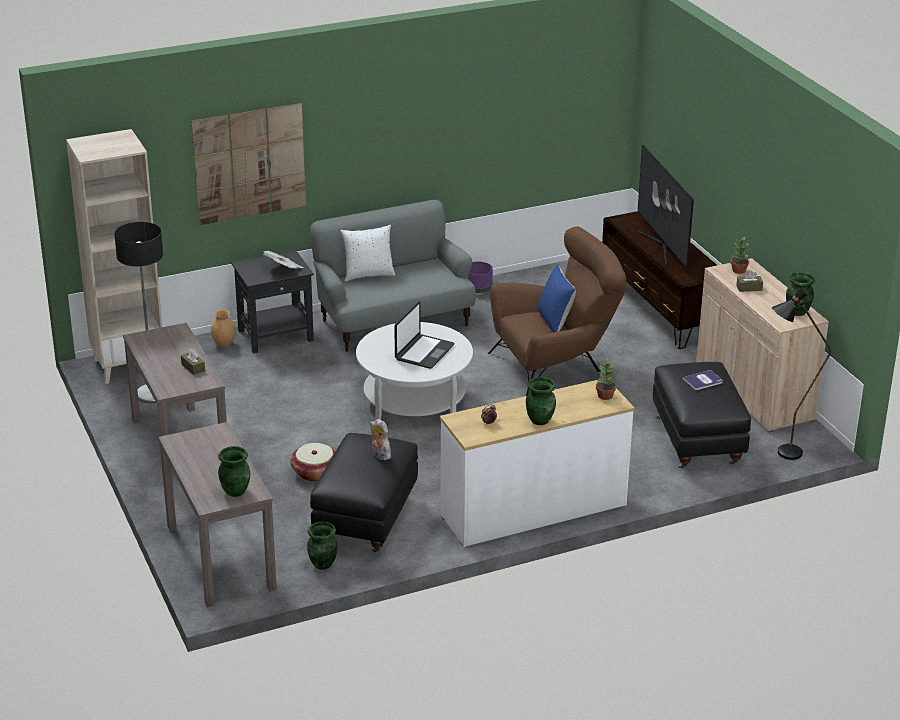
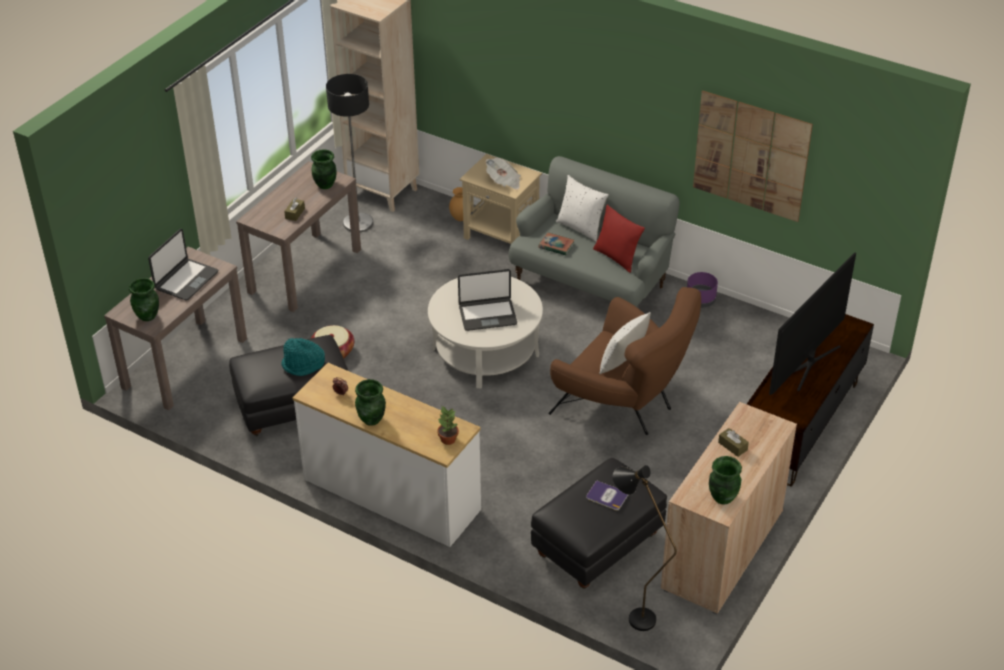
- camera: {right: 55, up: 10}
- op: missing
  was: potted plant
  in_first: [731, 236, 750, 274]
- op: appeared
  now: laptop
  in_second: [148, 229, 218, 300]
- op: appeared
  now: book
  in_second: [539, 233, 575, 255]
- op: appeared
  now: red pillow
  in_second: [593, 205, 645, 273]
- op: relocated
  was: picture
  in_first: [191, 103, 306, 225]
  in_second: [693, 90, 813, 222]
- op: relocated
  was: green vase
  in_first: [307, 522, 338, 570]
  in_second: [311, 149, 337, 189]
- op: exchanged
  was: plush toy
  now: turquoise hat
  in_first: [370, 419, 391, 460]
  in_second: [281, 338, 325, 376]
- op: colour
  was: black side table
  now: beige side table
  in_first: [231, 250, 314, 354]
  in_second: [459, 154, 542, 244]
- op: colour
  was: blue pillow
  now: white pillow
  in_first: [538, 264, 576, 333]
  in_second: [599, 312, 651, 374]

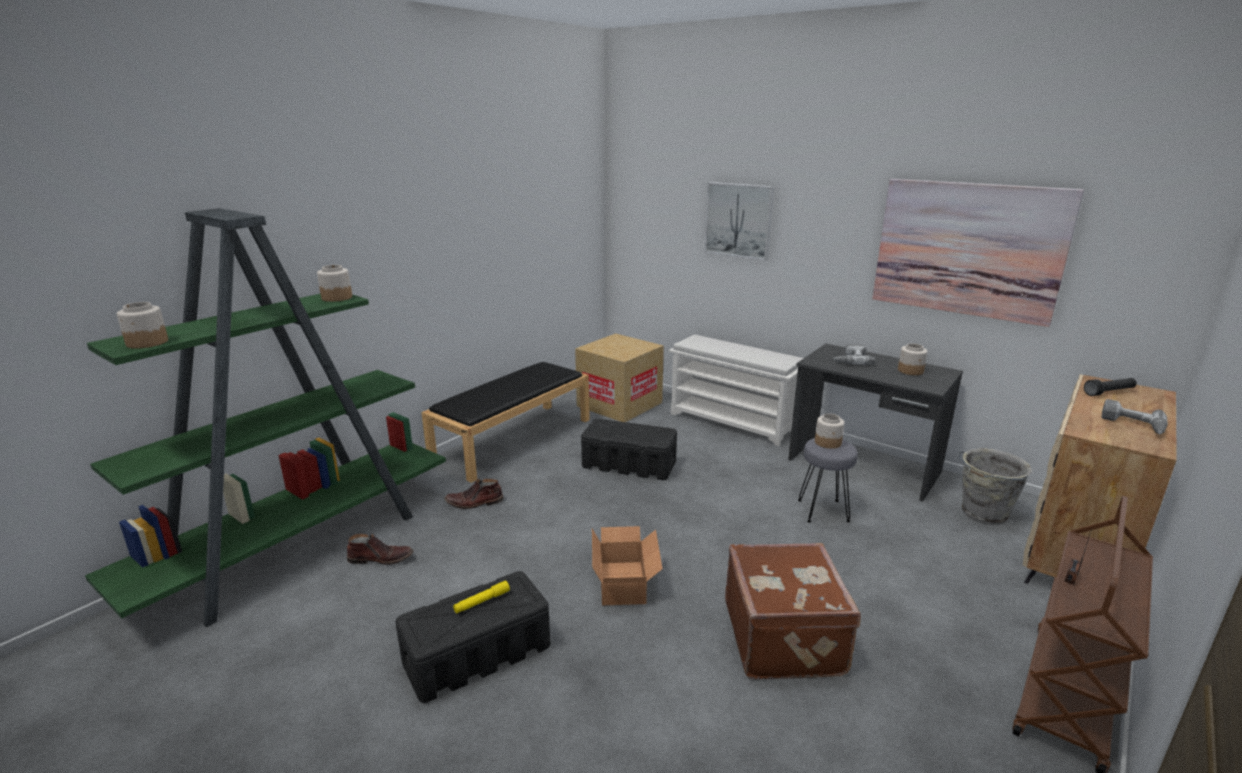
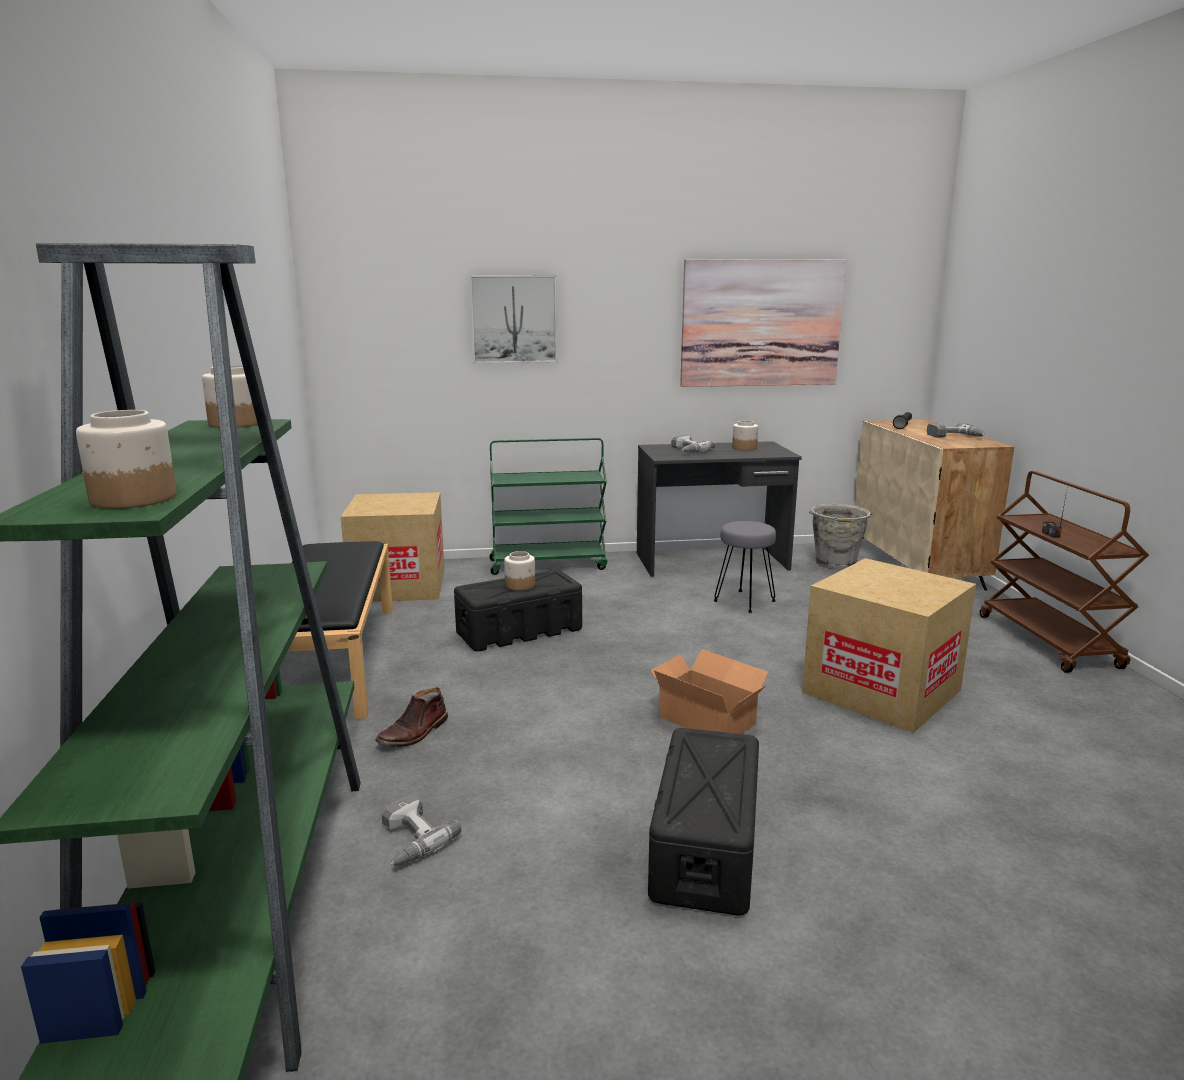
- camera: {right: -45, up: -5}
- op: missing
  was: yellow flashlight
  in_first: [453, 580, 510, 613]
- op: relocated
  was: jar
  in_first: [815, 413, 845, 449]
  in_second: [504, 551, 535, 591]
- op: exchanged
  was: brown boot
  now: power drill
  in_first: [347, 534, 414, 565]
  in_second: [382, 795, 461, 866]
- op: exchanged
  was: white shoe rack
  now: green cart
  in_first: [669, 335, 803, 446]
  in_second: [490, 438, 607, 575]
- op: exchanged
  was: brown suitcase
  now: cardboard box
  in_first: [725, 543, 861, 679]
  in_second: [802, 558, 976, 733]

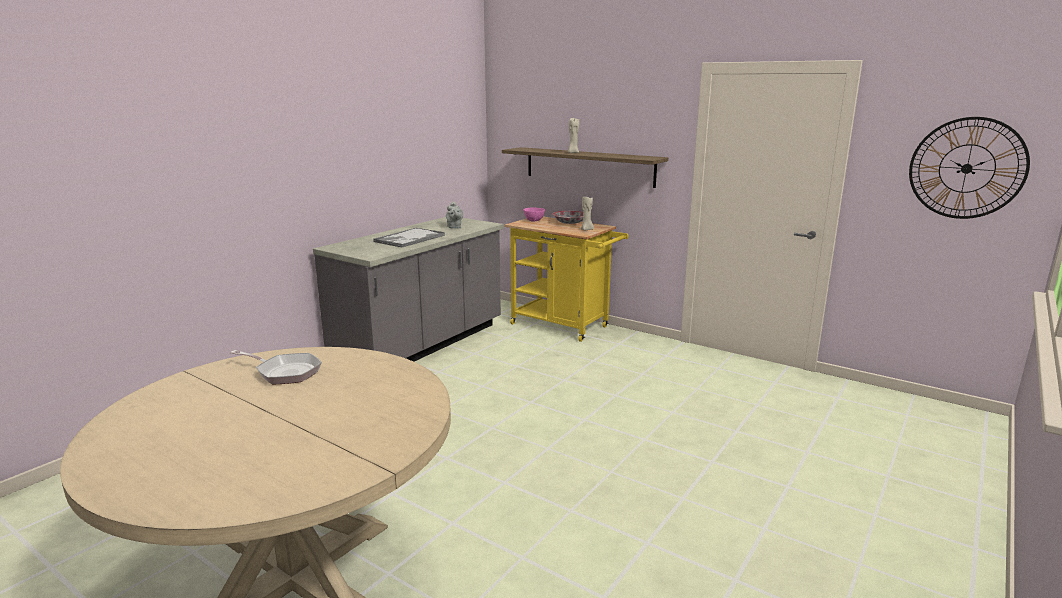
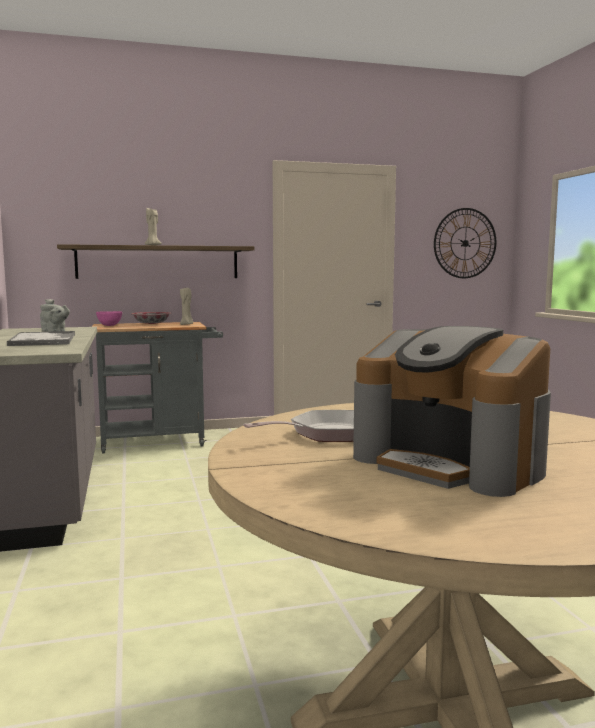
- camera: {right: -50, up: -10}
- op: appeared
  now: coffee machine
  in_second: [353, 326, 551, 497]
- op: colour
  was: yellow cart
  now: grey cart
  in_first: [504, 216, 629, 342]
  in_second: [92, 322, 223, 453]

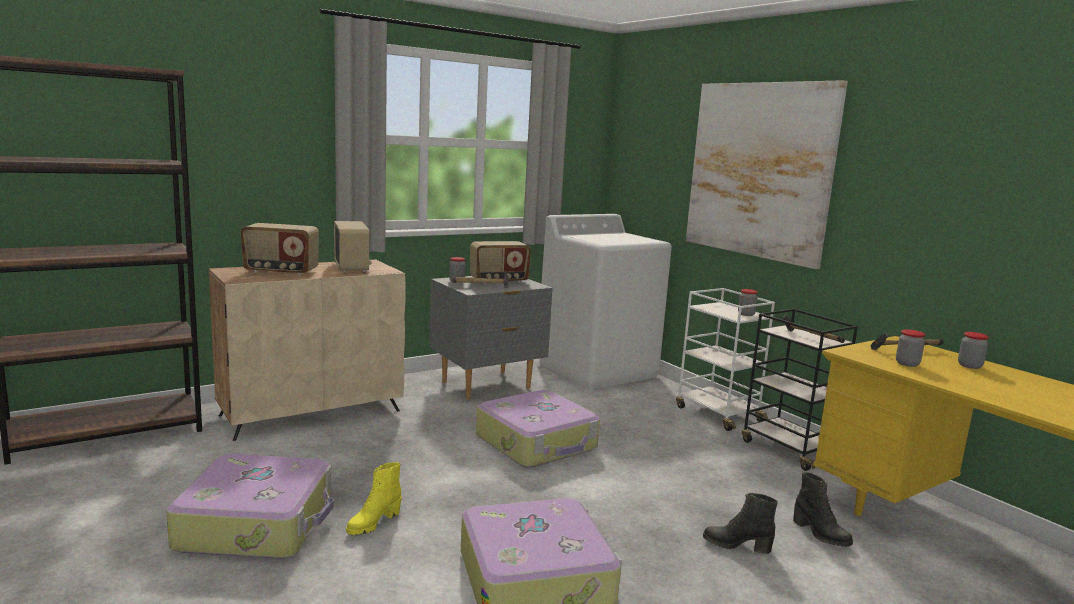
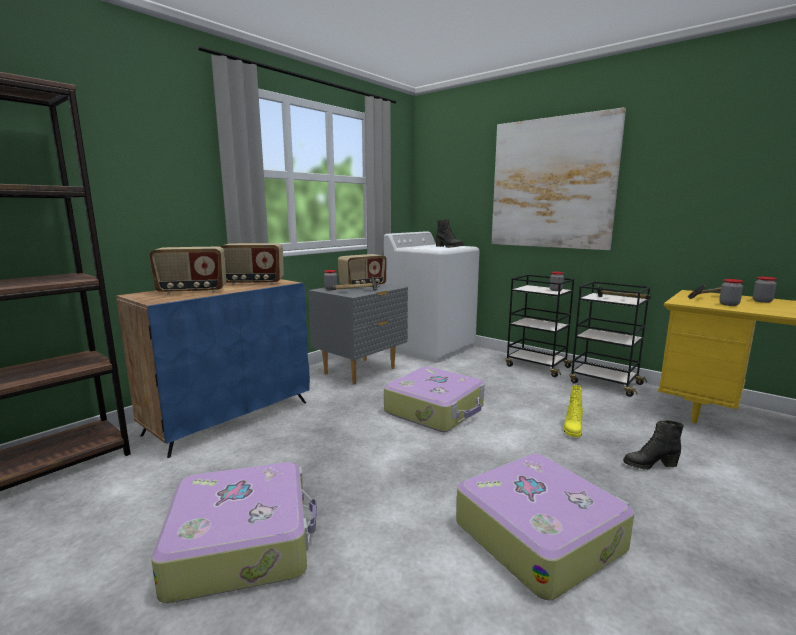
- camera: {right: -15, up: 0}
- op: relocated
  was: yellow boot
  in_first: [346, 462, 402, 535]
  in_second: [563, 385, 583, 437]
- op: relocated
  was: black boot
  in_first: [793, 472, 853, 547]
  in_second: [436, 219, 464, 248]
- op: colour
  was: beige cabinet
  now: blue cabinet
  in_first: [209, 260, 406, 441]
  in_second: [116, 279, 310, 458]
- op: colour
  was: white cart
  now: black cart
  in_first: [676, 288, 775, 431]
  in_second: [505, 275, 574, 377]
- op: spun
  was: radio
  in_first: [334, 221, 371, 272]
  in_second: [220, 243, 284, 285]
  clockwise: 120

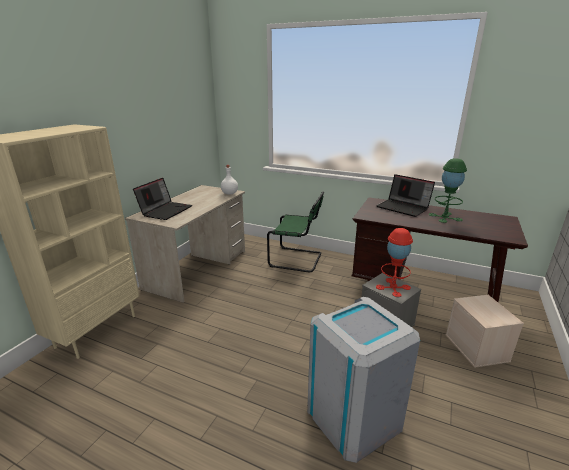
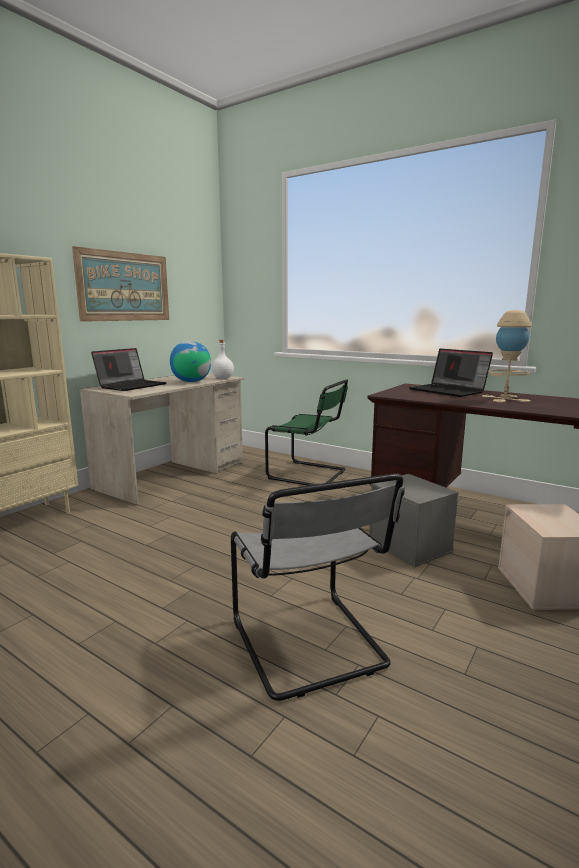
- camera: {right: 10, up: -10}
- op: missing
  was: red table lamp
  in_first: [376, 228, 413, 297]
- op: appeared
  now: picture
  in_second: [72, 246, 169, 322]
- op: appeared
  now: globe
  in_second: [170, 341, 211, 382]
- op: exchanged
  was: grey trash can
  now: grey chair
  in_first: [307, 297, 420, 463]
  in_second: [231, 473, 405, 701]
- op: colour
  was: green table lamp
  now: beige table lamp
  in_first: [429, 158, 467, 223]
  in_second: [482, 310, 532, 402]

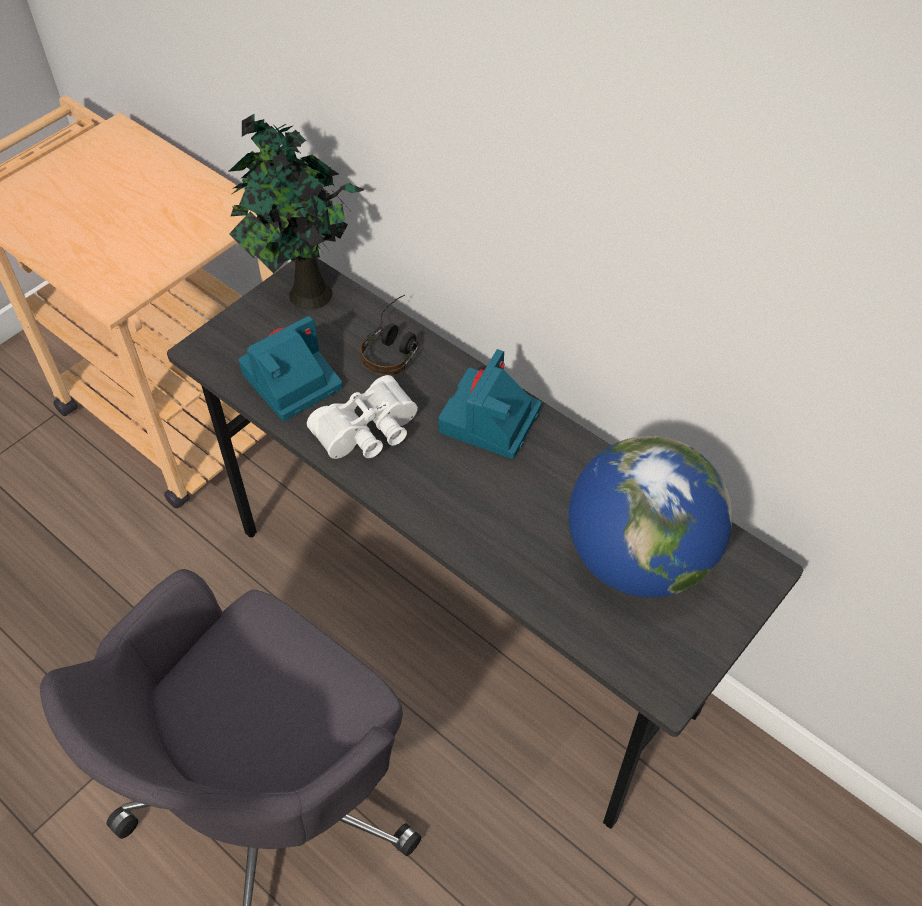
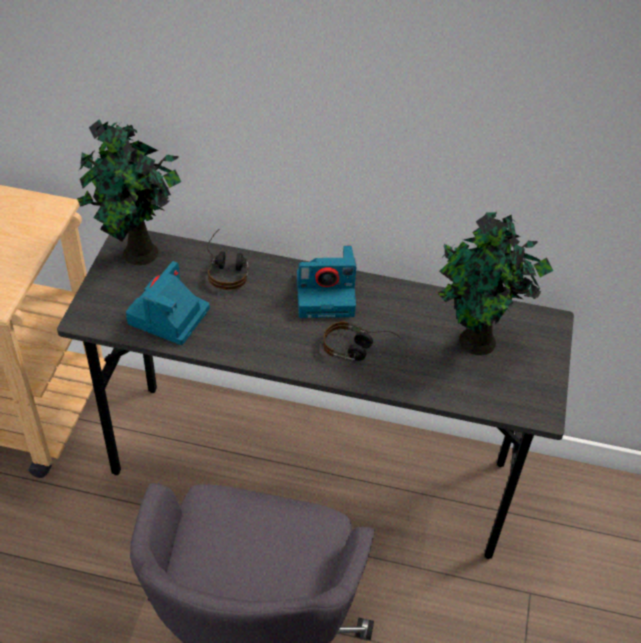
- camera: {right: -30, up: -5}
- op: missing
  was: white binoculars
  in_first: [307, 375, 418, 459]
- op: appeared
  now: headphones
  in_second: [323, 322, 401, 362]
- op: exchanged
  was: globe
  now: potted plant
  in_first: [568, 436, 732, 598]
  in_second: [438, 212, 553, 355]
- op: spun
  was: photo camera
  in_first: [438, 349, 542, 459]
  in_second: [297, 246, 356, 318]
  clockwise: -90

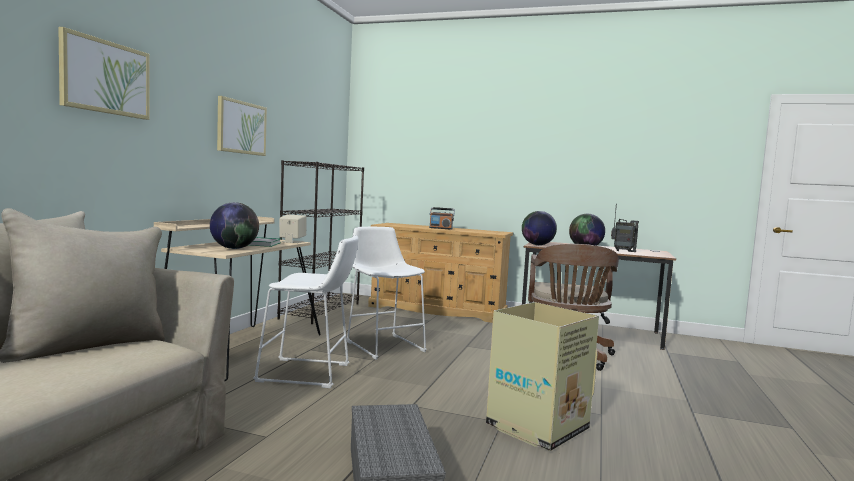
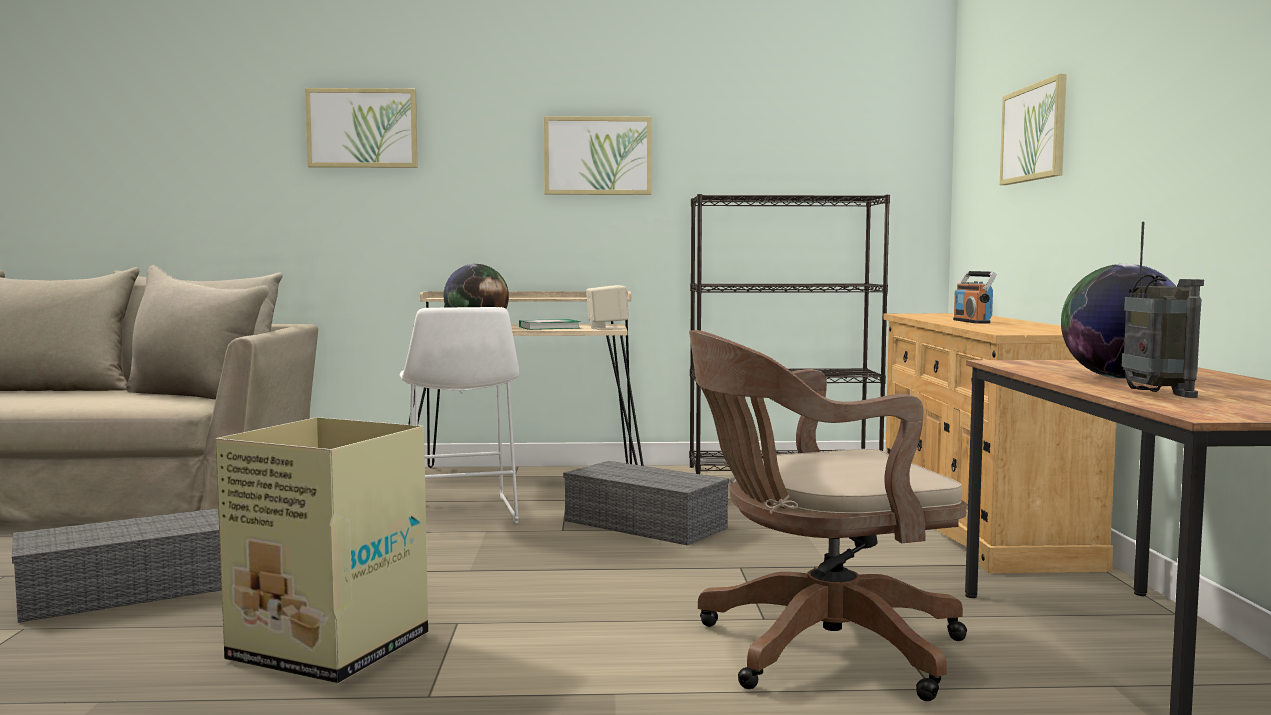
- camera: {right: 70, up: 0}
- op: missing
  was: globe
  in_first: [522, 211, 557, 245]
- op: appeared
  now: picture
  in_second: [1000, 74, 1067, 185]
- op: exchanged
  was: white stool
  now: grey storage box
  in_first: [347, 227, 427, 360]
  in_second: [563, 461, 729, 545]

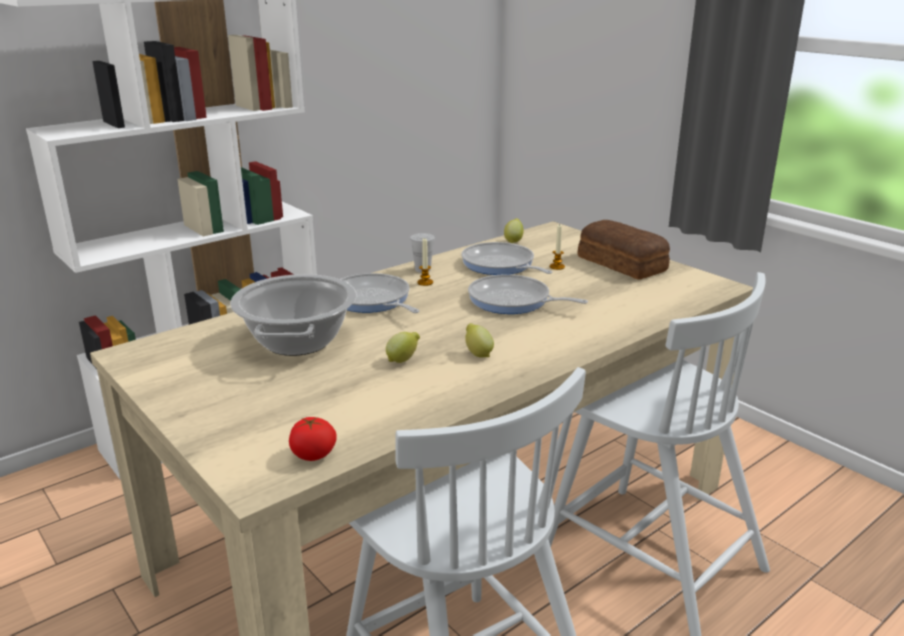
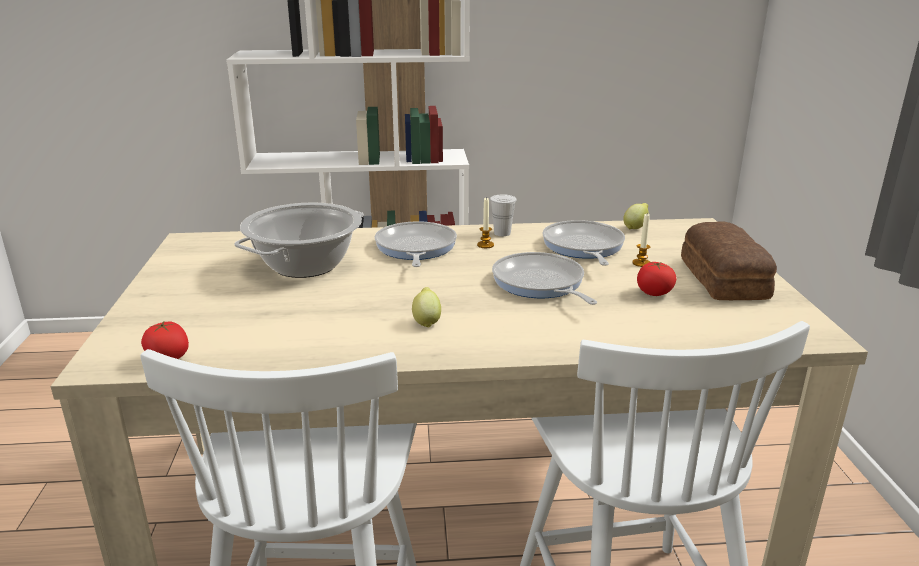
- camera: {right: 35, up: 0}
- op: missing
  was: lemon
  in_first: [386, 332, 420, 363]
- op: appeared
  now: tomato
  in_second: [637, 262, 676, 296]

